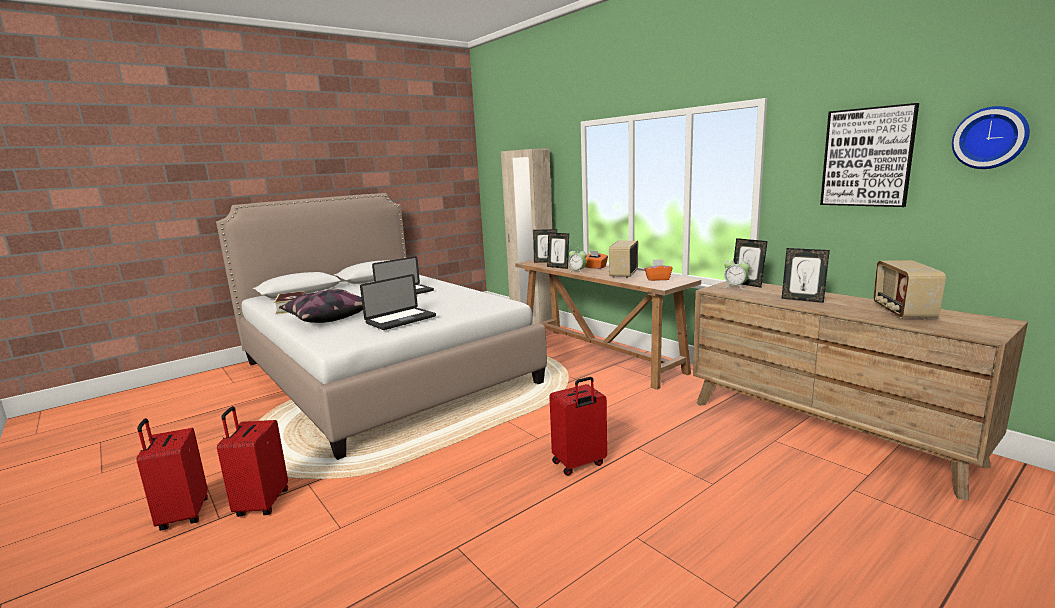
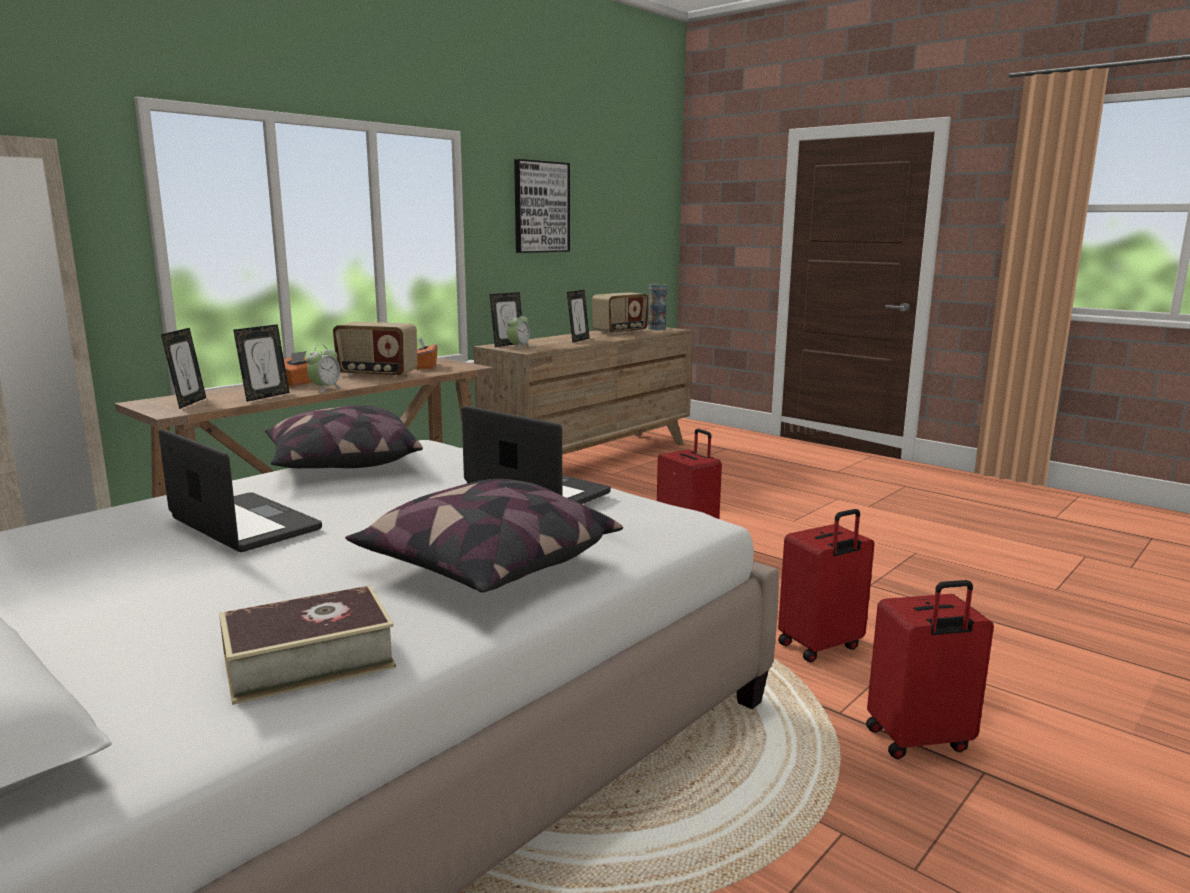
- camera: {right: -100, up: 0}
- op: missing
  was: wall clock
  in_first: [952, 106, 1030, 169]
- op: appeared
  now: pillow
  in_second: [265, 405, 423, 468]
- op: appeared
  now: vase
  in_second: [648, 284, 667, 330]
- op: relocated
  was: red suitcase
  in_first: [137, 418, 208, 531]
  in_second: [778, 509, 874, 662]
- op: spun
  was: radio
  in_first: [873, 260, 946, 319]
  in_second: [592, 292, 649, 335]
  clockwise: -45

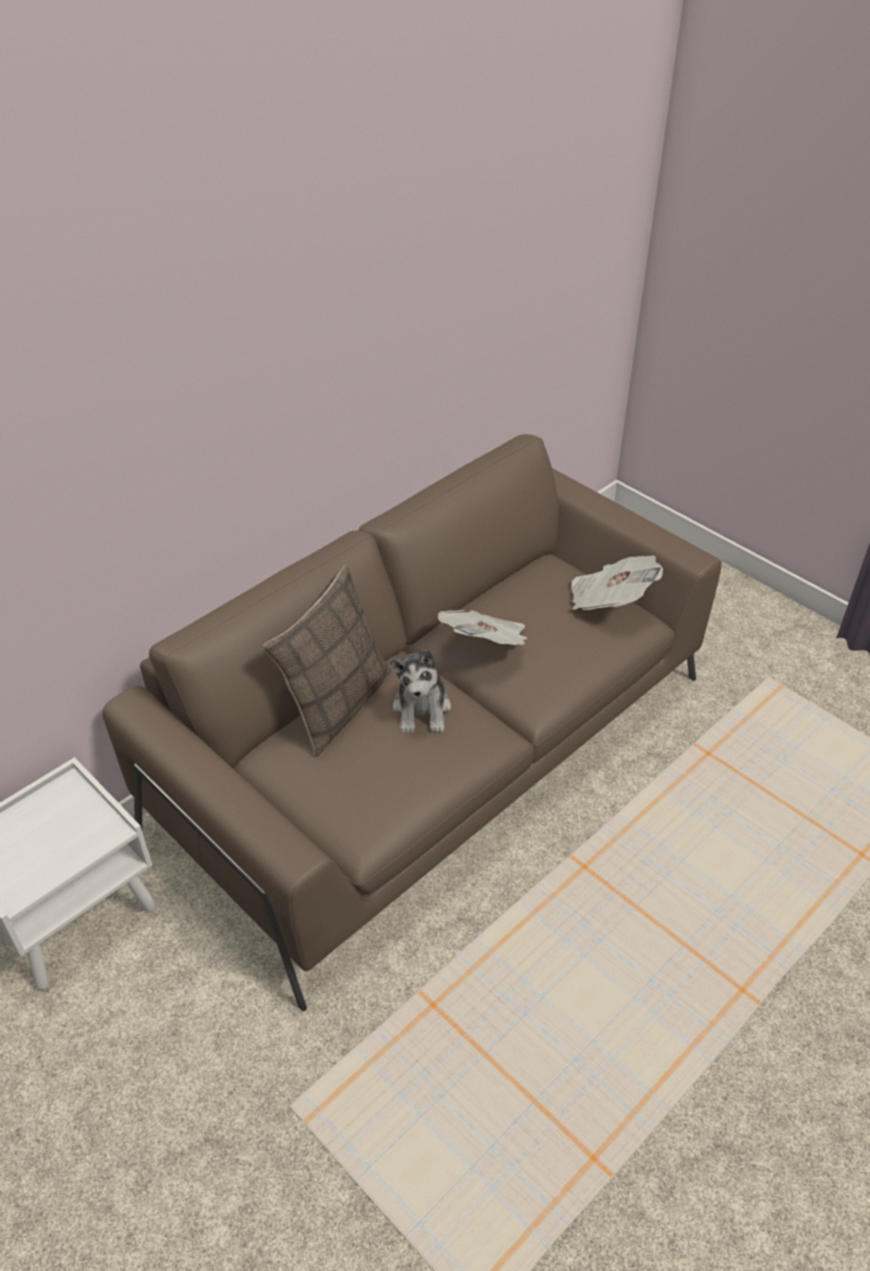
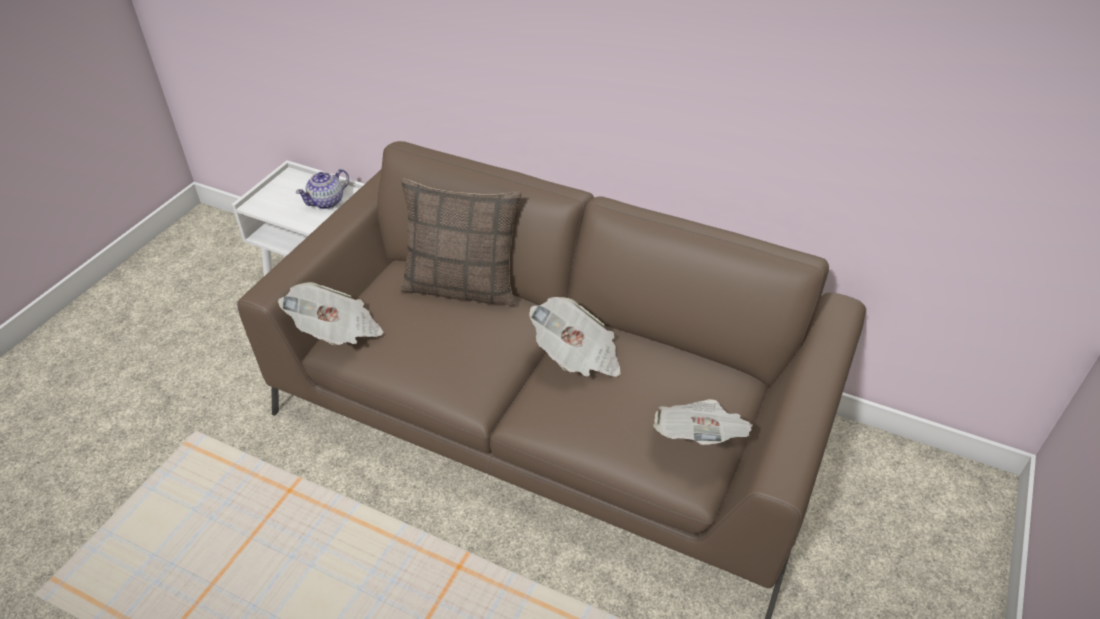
- camera: {right: 70, up: 0}
- op: missing
  was: plush toy
  in_first: [390, 650, 451, 733]
- op: appeared
  now: newspaper
  in_second: [278, 282, 384, 346]
- op: appeared
  now: teapot
  in_second: [296, 169, 349, 209]

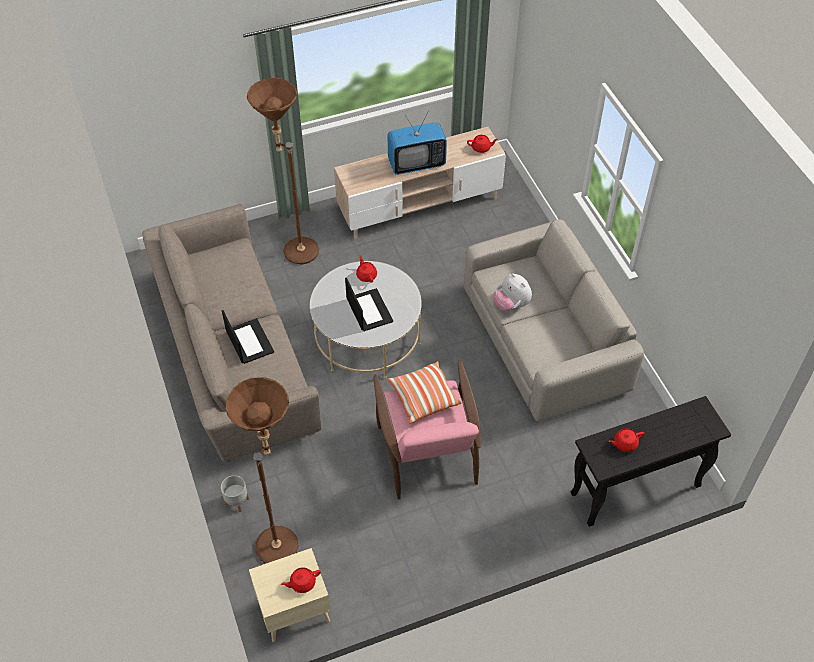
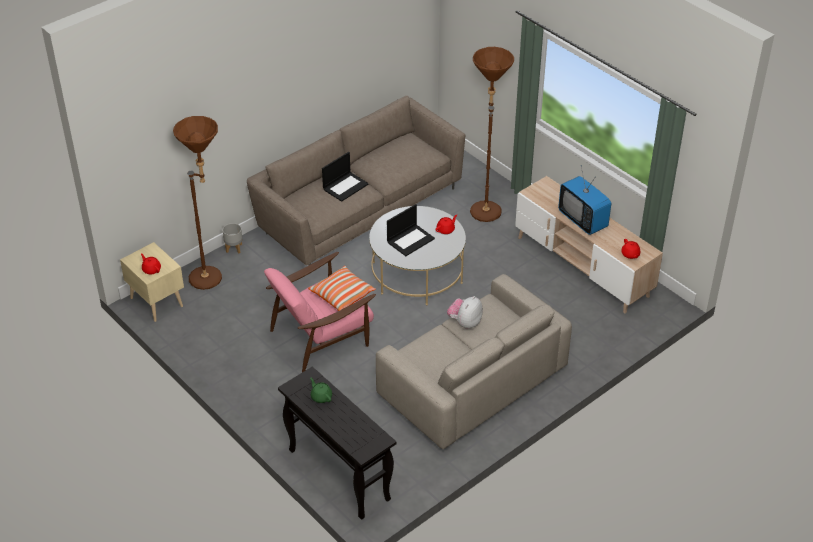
- camera: {right: 70, up: -10}
- op: colour
  was: red teapot
  now: green teapot
  in_first: [609, 428, 644, 452]
  in_second: [310, 377, 332, 403]

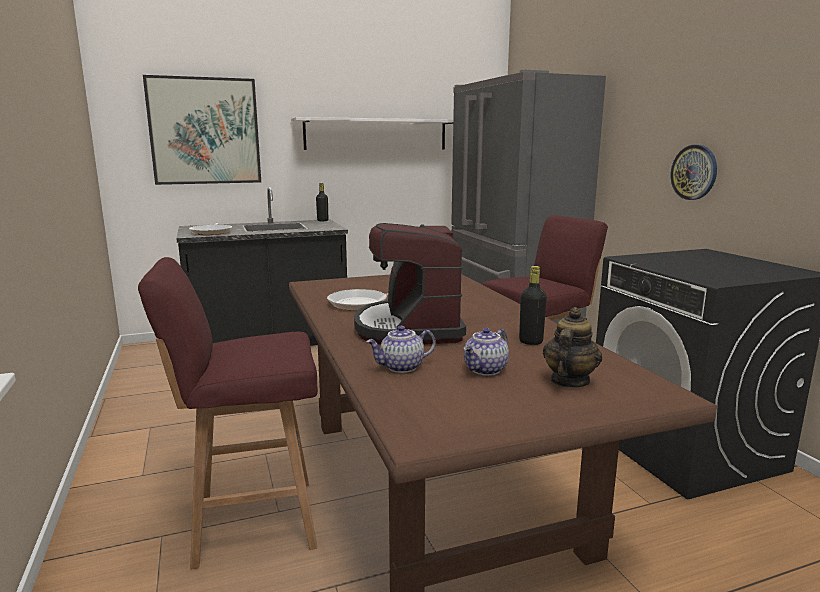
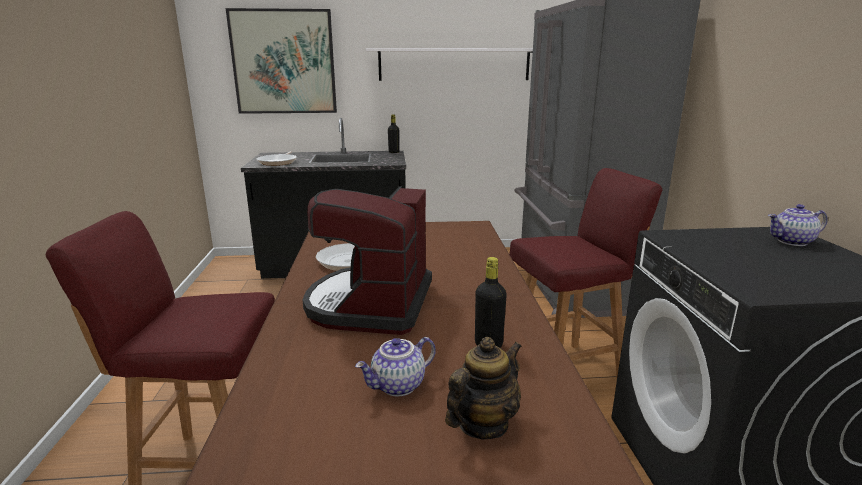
- camera: {right: 15, up: 5}
- op: missing
  was: wall clock
  in_first: [670, 145, 717, 200]
- op: relocated
  was: teapot
  in_first: [366, 325, 436, 373]
  in_second: [768, 204, 827, 246]

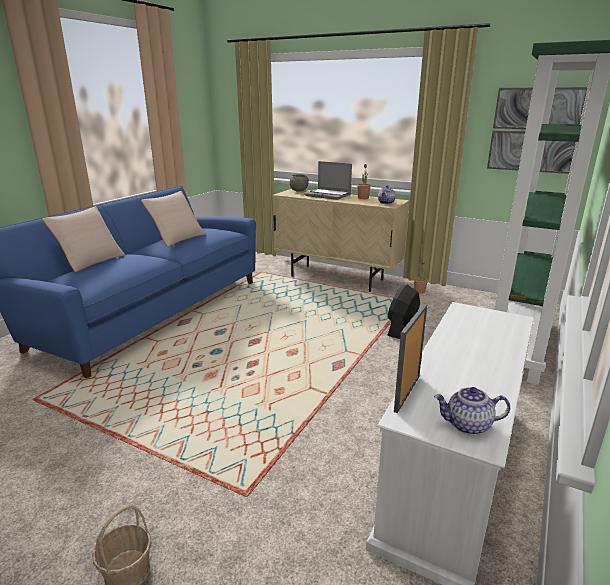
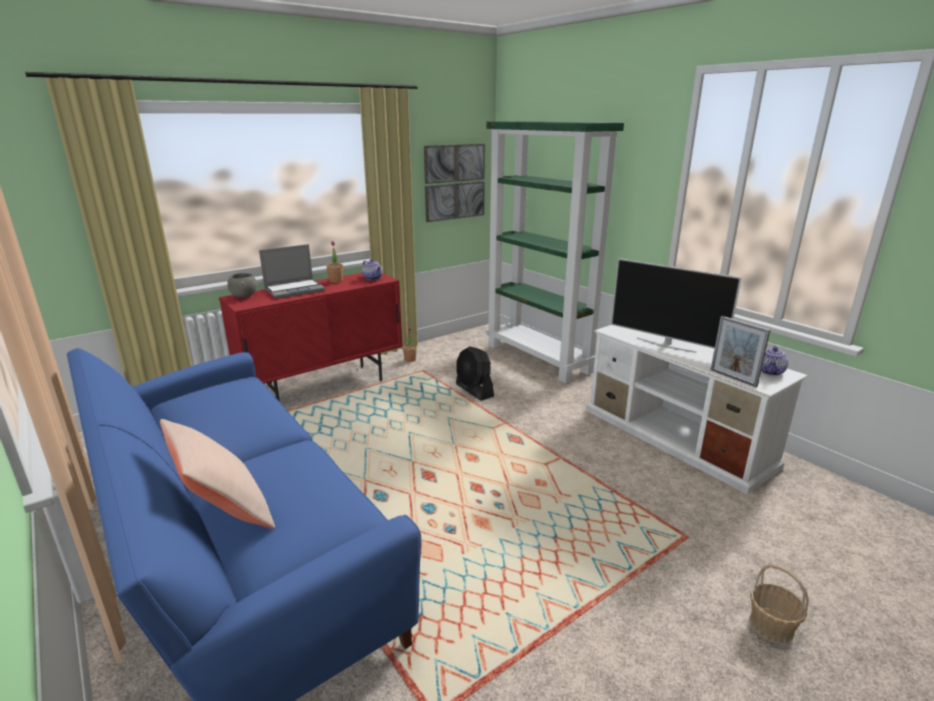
- camera: {right: -65, up: 0}
- op: missing
  was: beige pillow
  in_first: [141, 191, 206, 247]
- op: appeared
  now: television
  in_second: [611, 258, 742, 353]
- op: colour
  was: beige cabinet
  now: red cabinet
  in_first: [272, 189, 410, 292]
  in_second: [219, 273, 403, 401]

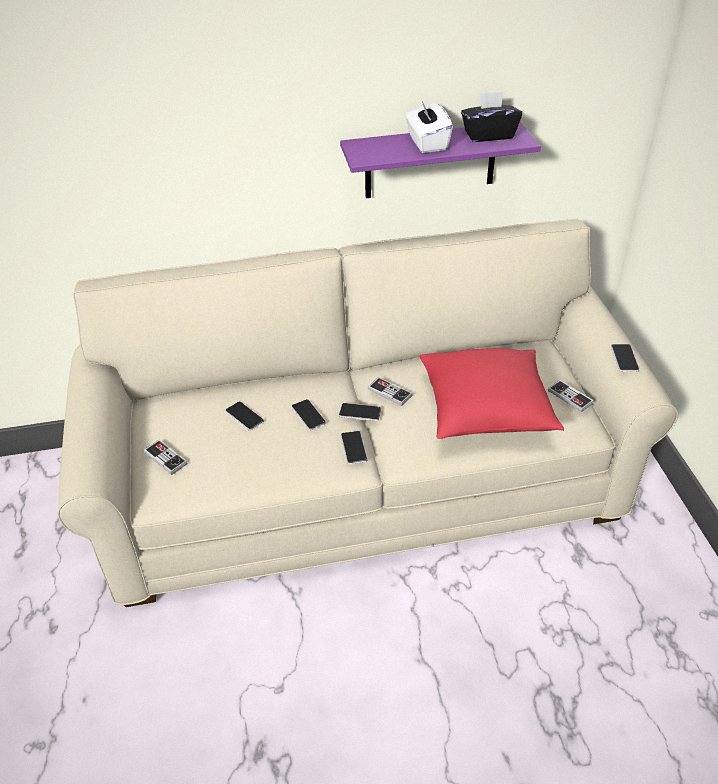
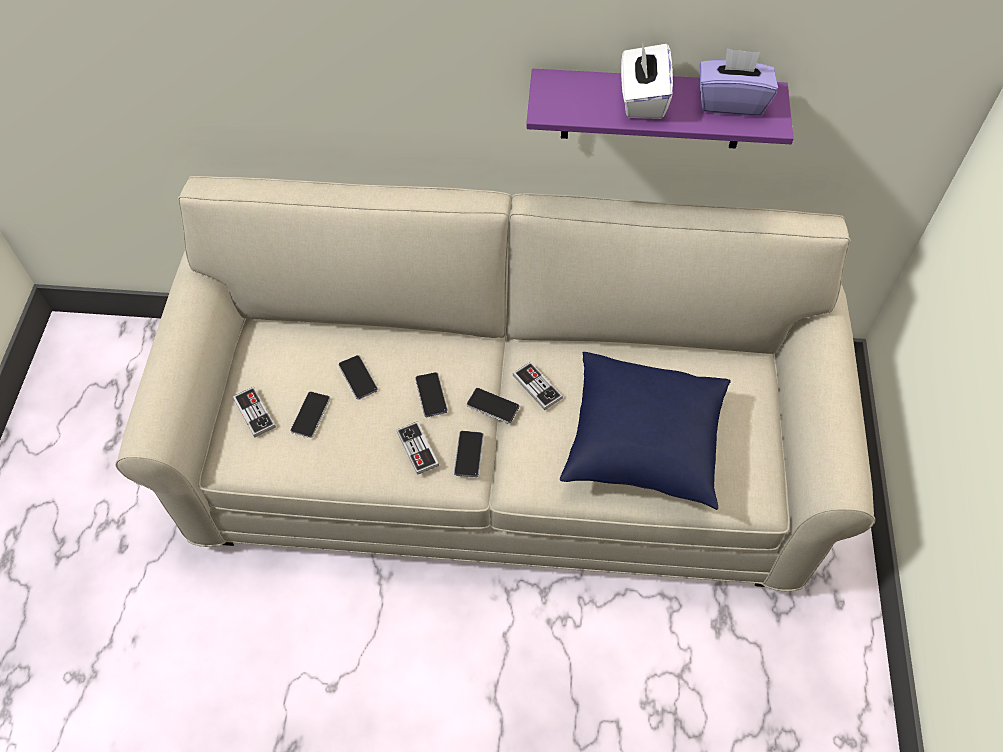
- camera: {right: 15, up: 15}
- op: relocated
  was: game controller
  in_first: [548, 380, 594, 412]
  in_second: [396, 421, 439, 475]
- op: relocated
  was: phone
  in_first: [611, 344, 639, 372]
  in_second: [290, 391, 330, 438]
- op: colour
  was: red pillow
  now: blue pillow
  in_first: [419, 348, 564, 439]
  in_second: [560, 352, 731, 510]
- op: colour
  was: black tissue box
  now: purple tissue box
  in_first: [461, 92, 522, 142]
  in_second: [700, 48, 778, 116]

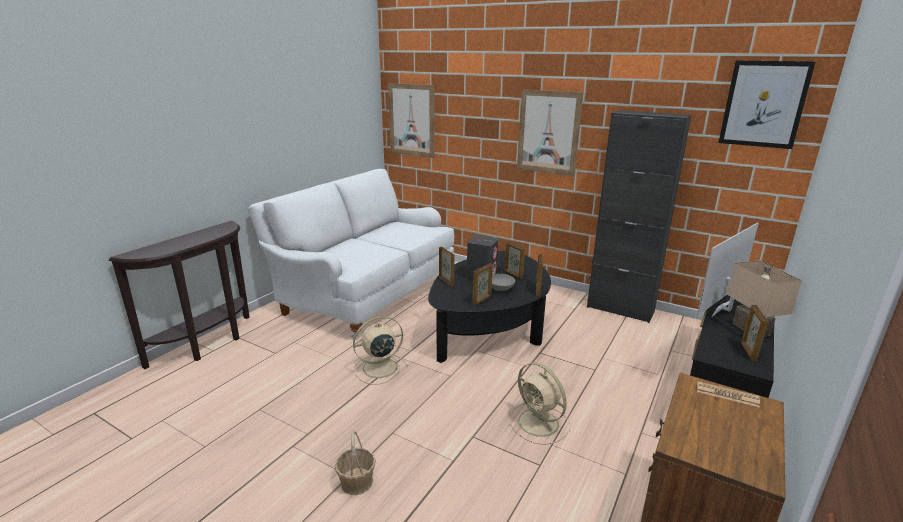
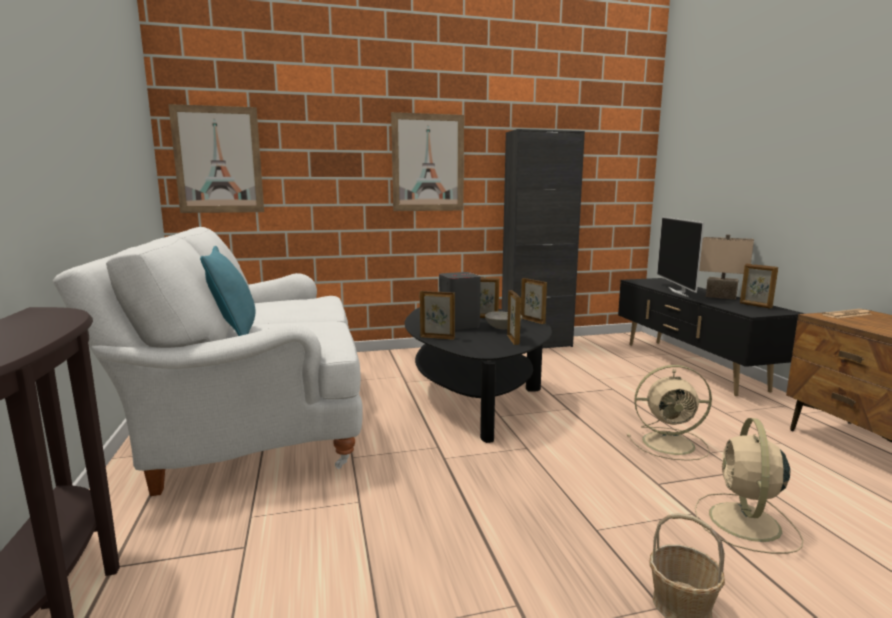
- camera: {right: -45, up: -10}
- op: missing
  was: picture
  in_first: [718, 60, 815, 149]
- op: appeared
  now: turquoise pillow
  in_second: [200, 246, 255, 336]
- op: relocated
  was: beige fan
  in_first: [353, 316, 408, 385]
  in_second: [695, 418, 803, 554]

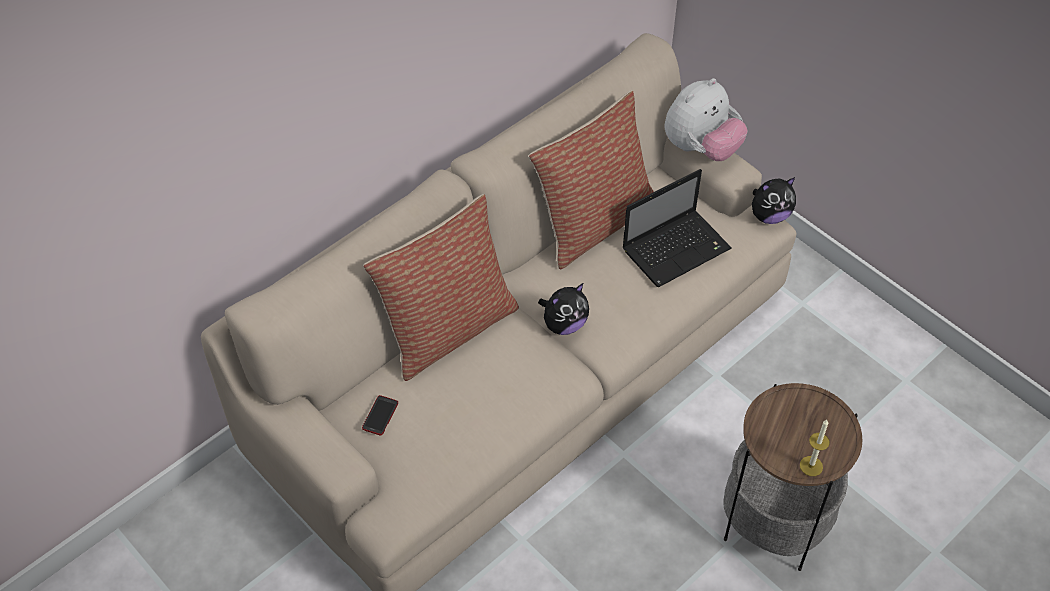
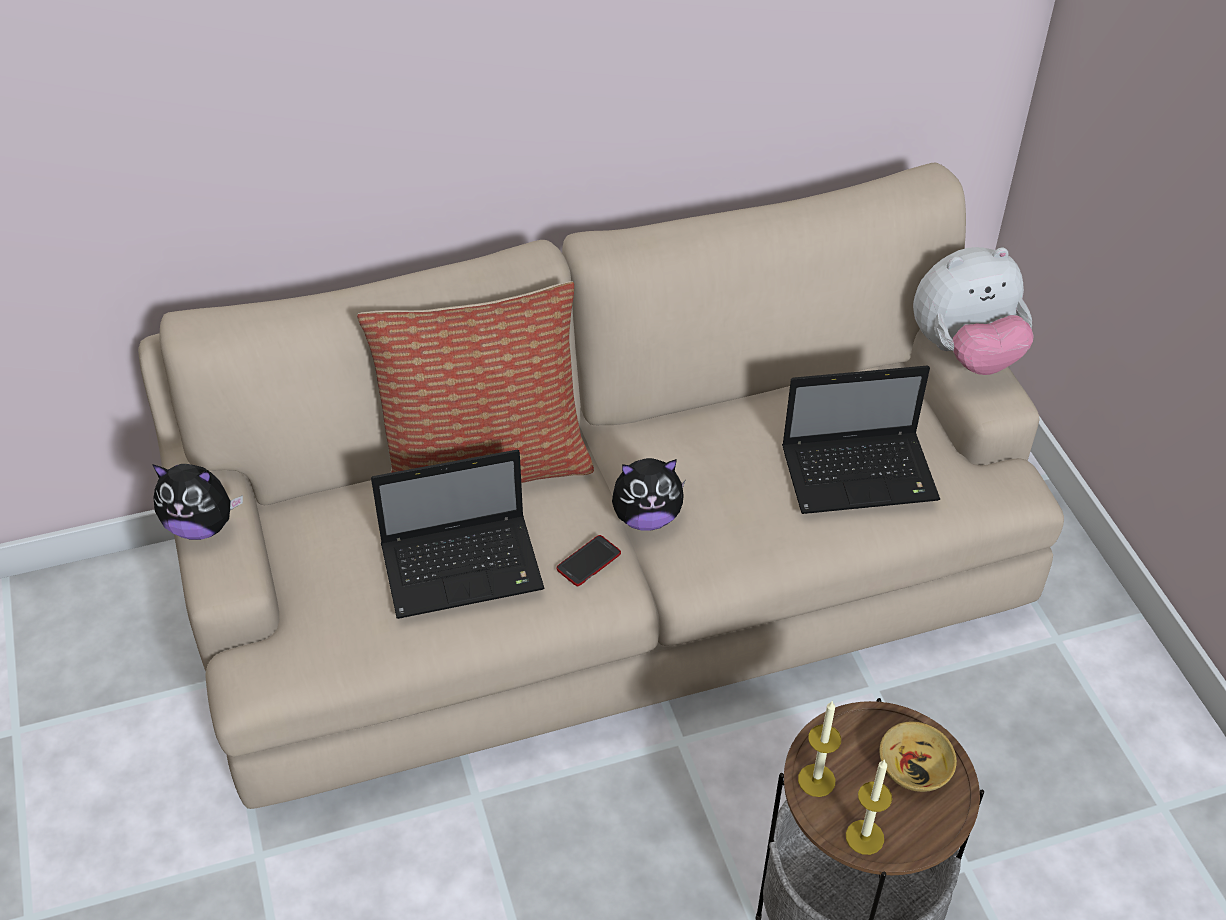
- camera: {right: 25, up: -5}
- op: missing
  was: pillow
  in_first: [529, 91, 654, 270]
- op: appeared
  now: laptop
  in_second: [371, 450, 545, 619]
- op: appeared
  now: candle
  in_second: [798, 700, 841, 797]
- op: appeared
  now: beige bowl
  in_second: [879, 722, 957, 792]
- op: relocated
  was: phone
  in_first: [362, 395, 398, 435]
  in_second: [556, 535, 621, 586]
- op: relocated
  was: plush toy
  in_first: [752, 177, 796, 224]
  in_second: [152, 464, 243, 540]

